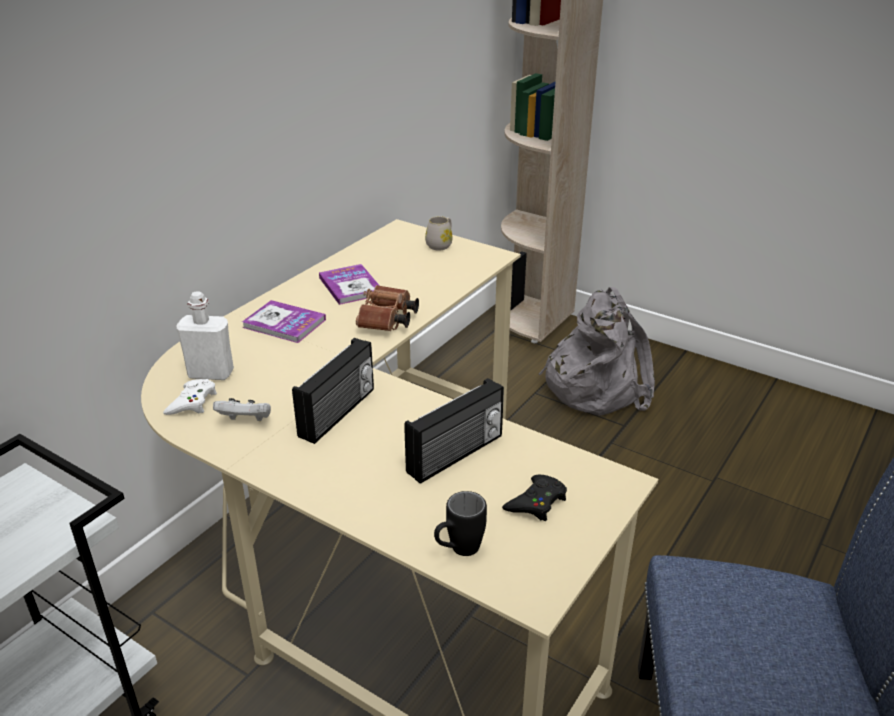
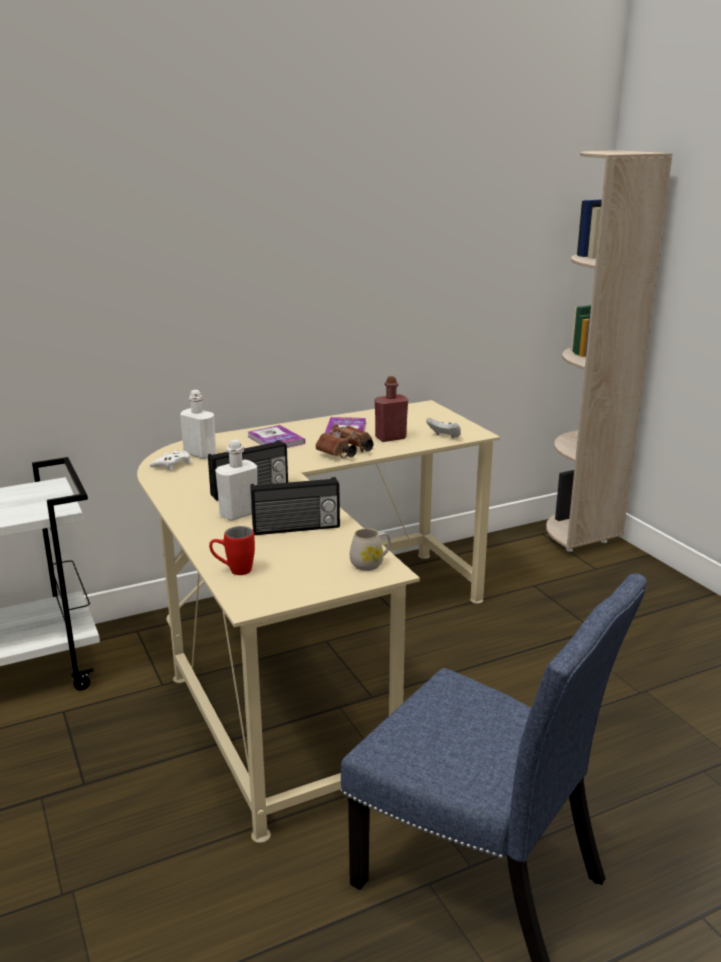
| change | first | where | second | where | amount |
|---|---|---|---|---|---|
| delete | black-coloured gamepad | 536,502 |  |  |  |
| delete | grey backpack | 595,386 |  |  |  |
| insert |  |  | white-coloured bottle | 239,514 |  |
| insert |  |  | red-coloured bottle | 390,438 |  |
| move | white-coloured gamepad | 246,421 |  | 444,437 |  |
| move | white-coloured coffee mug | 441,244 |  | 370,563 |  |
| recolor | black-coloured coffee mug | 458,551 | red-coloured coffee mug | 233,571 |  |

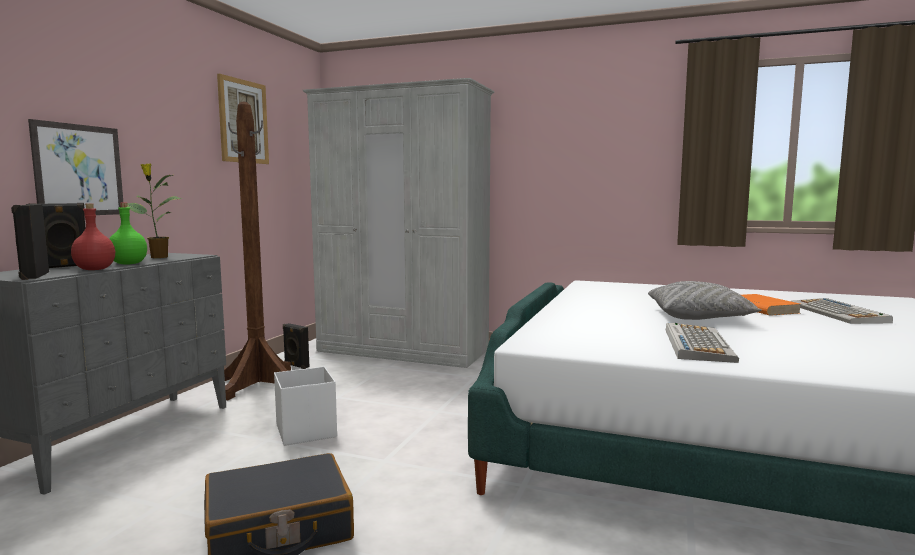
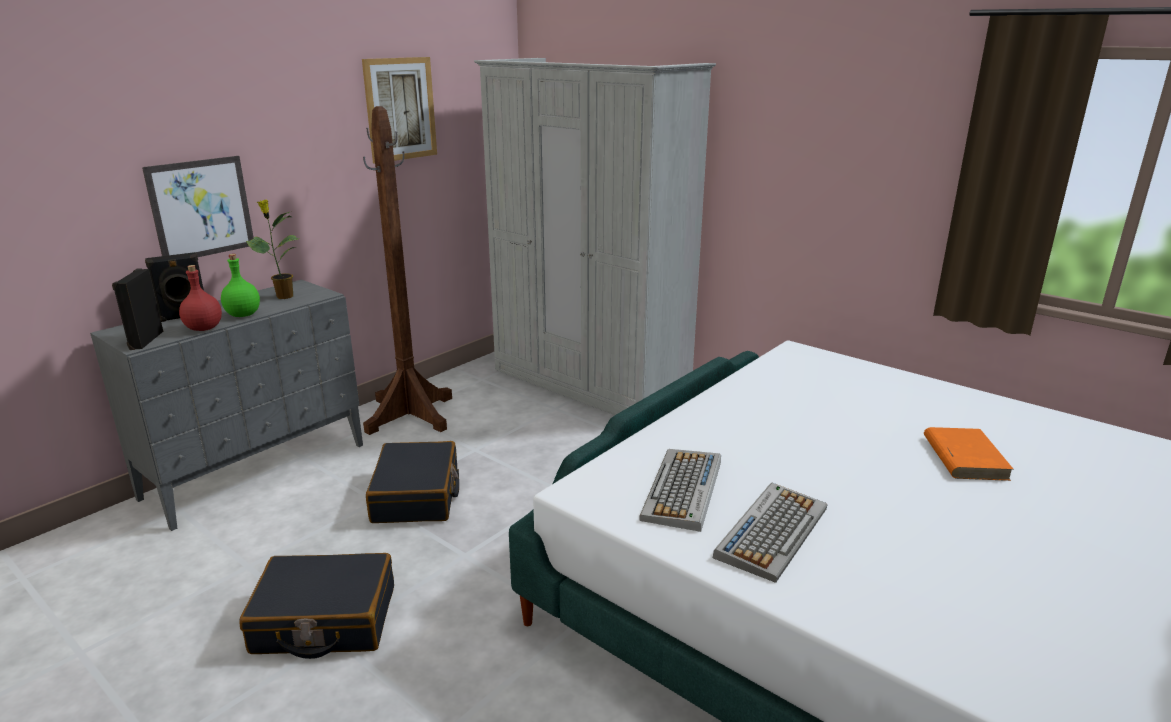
| change | first | where | second | where | amount |
|---|---|---|---|---|---|
| delete | black-coloured speaker | 296,366 |  |  |  |
| delete | grey throw pillow | 699,317 |  |  |  |
| move | PC keyboard | 838,313 |  | 683,490 |  |
| replace | white-coloured storage container | 306,431 | black-coloured piece of luggage | 417,495 |  |

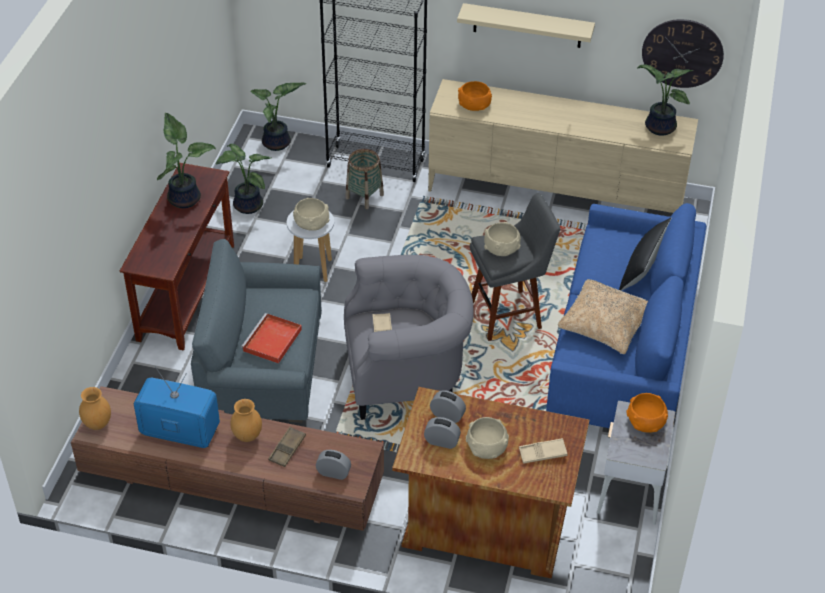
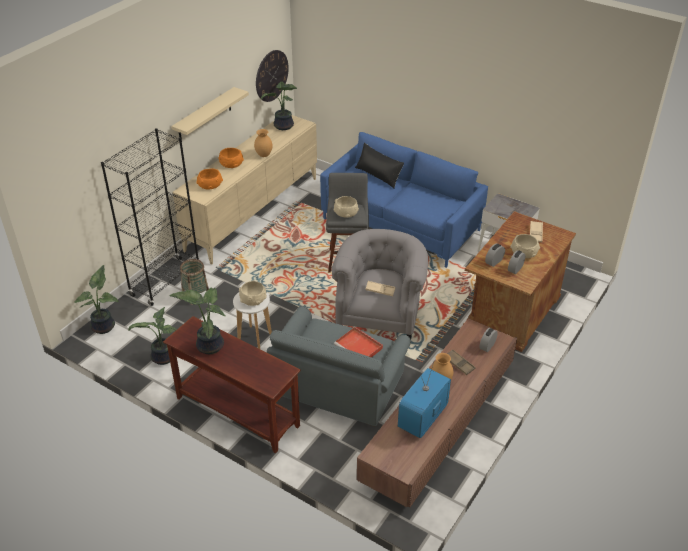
| change | first | where | second | where | amount |
|---|---|---|---|---|---|
| delete | beige-coloured throw pillow | 604,324 |  |  |  |
| move | brownish flower vase | 97,424 |  | 263,155 |  |
| move | orange-coloured serving bowl | 646,420 |  | 231,163 |  |

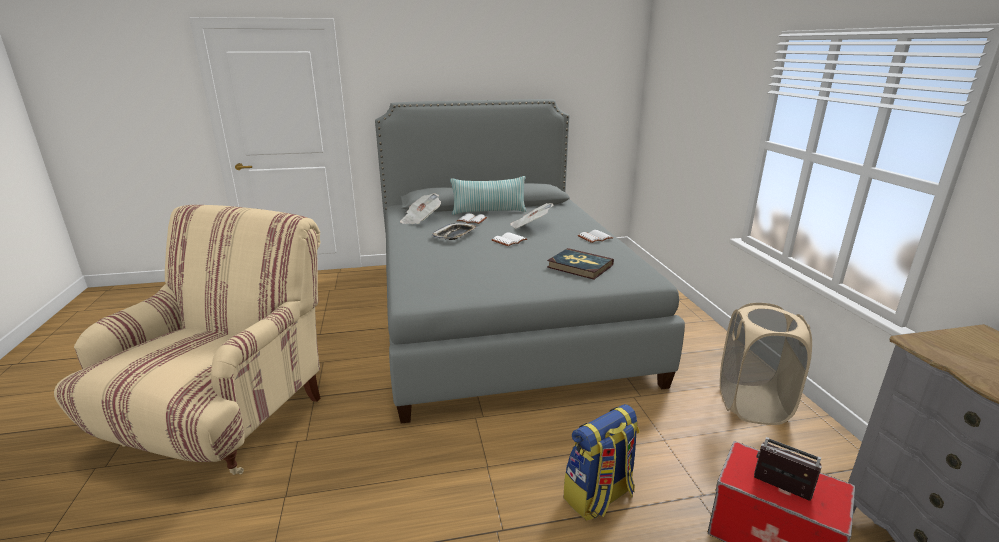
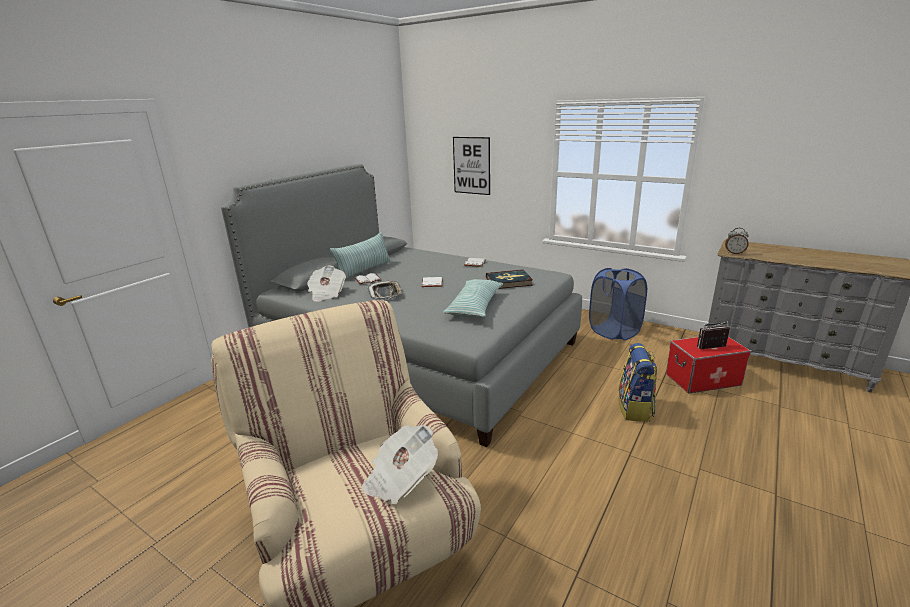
| change | first | where | second | where | amount |
|---|---|---|---|---|---|
| insert |  |  | throw pillow | 475,306 |  |
| insert |  |  | picture | 471,165 |  |
| insert |  |  | bedside clock | 734,253 |  |
| move | printed paper | 530,226 |  | 400,479 |  |
| recolor | beige-coloured laundry basket | 752,404 | blue laundry basket | 614,331 |  |

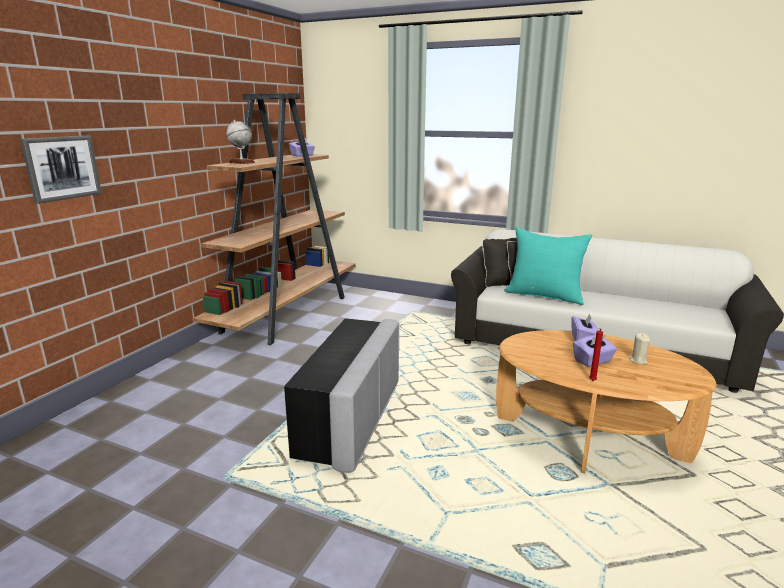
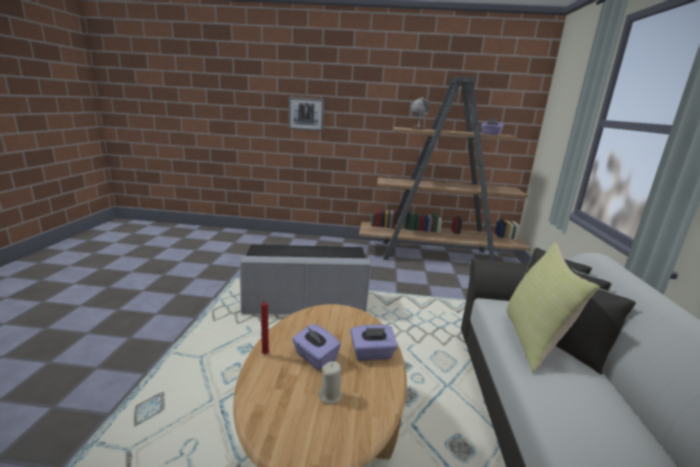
| change | first | where | second | where | amount |
|---|---|---|---|---|---|
| recolor | turquoise-coloured throw pillow | 544,295 | yellowish throw pillow | 534,340 |  |

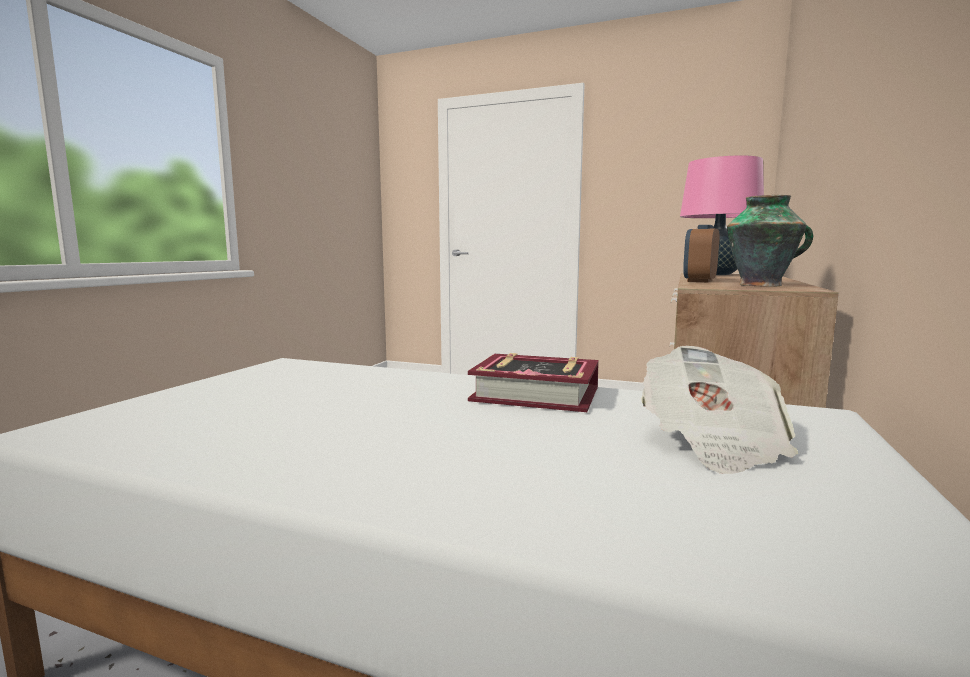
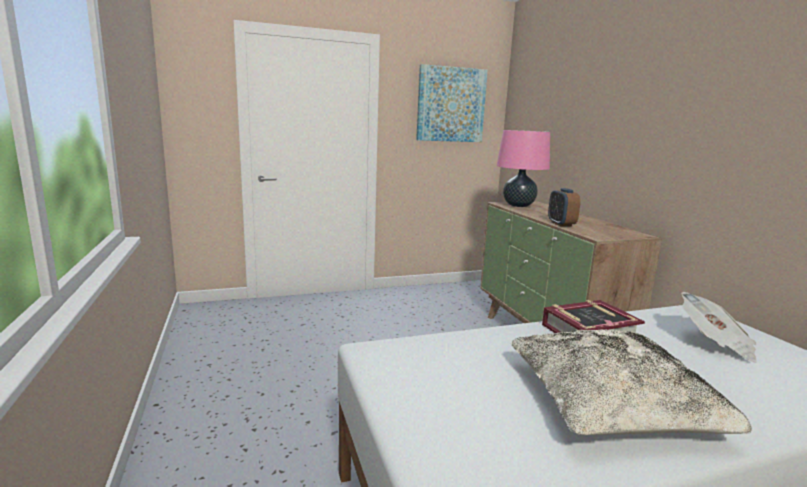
| change | first | where | second | where | amount |
|---|---|---|---|---|---|
| delete | flower vase | 762,285 |  |  |  |
| insert |  |  | picture | 451,104 |  |
| insert |  |  | beige-coloured throw pillow | 610,402 |  |

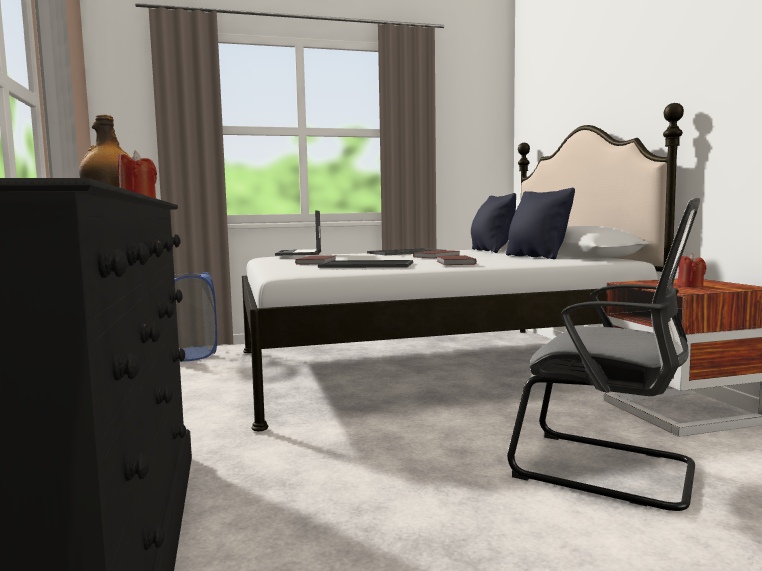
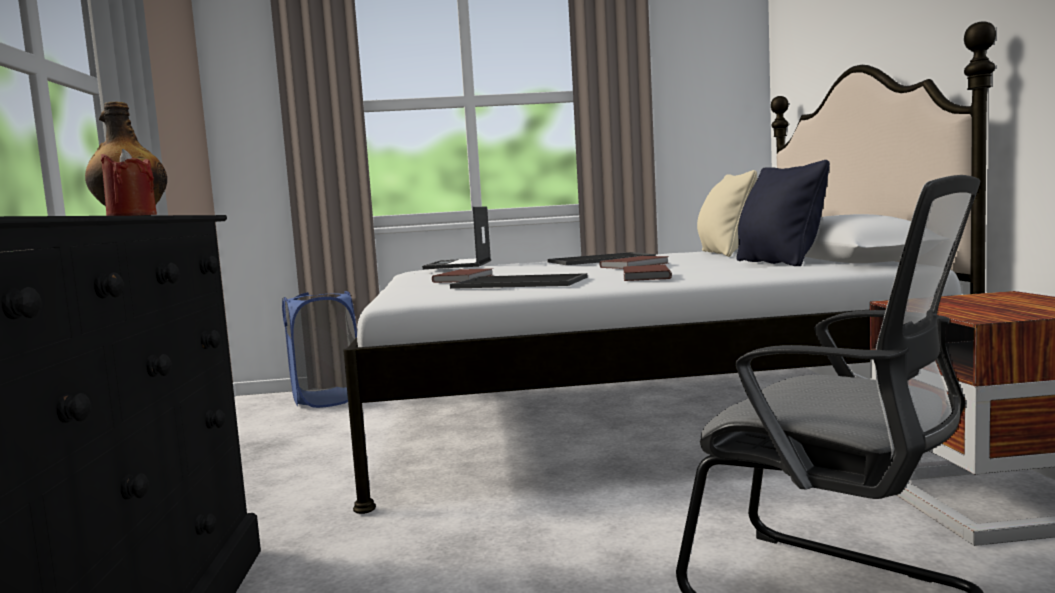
| change | first | where | second | where | amount |
|---|---|---|---|---|---|
| delete | red-coloured candle | 690,286 |  |  |  |
| recolor | black-coloured throw pillow | 491,251 | beige-coloured throw pillow | 727,253 |  |

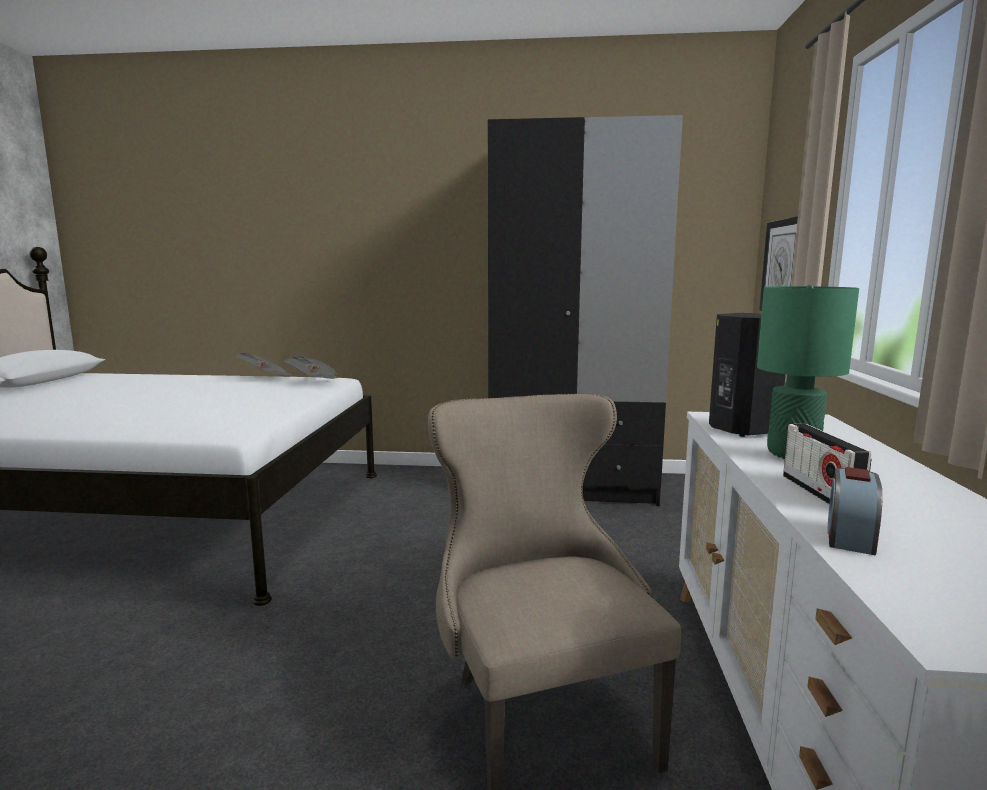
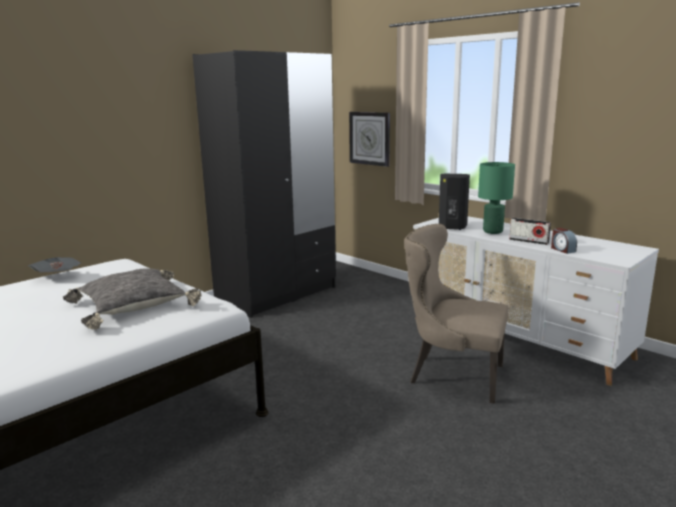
| change | first | where | second | where | amount |
|---|---|---|---|---|---|
| delete | printed paper | 314,382 |  |  |  |
| insert |  |  | throw pillow | 133,304 |  |

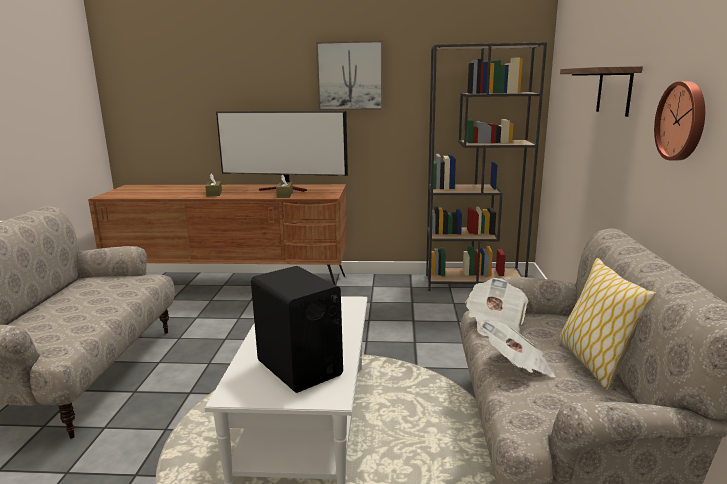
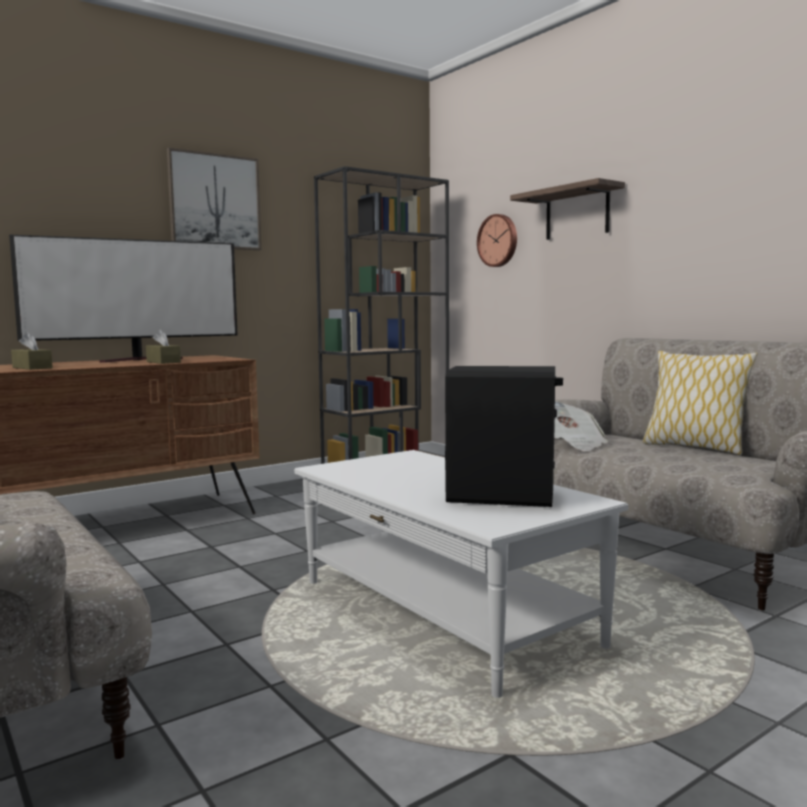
| change | first | where | second | where | amount |
|---|---|---|---|---|---|
| delete | printed paper | 516,365 |  |  |  |
| move | hanging clock | 682,121 |  | 498,240 |  |

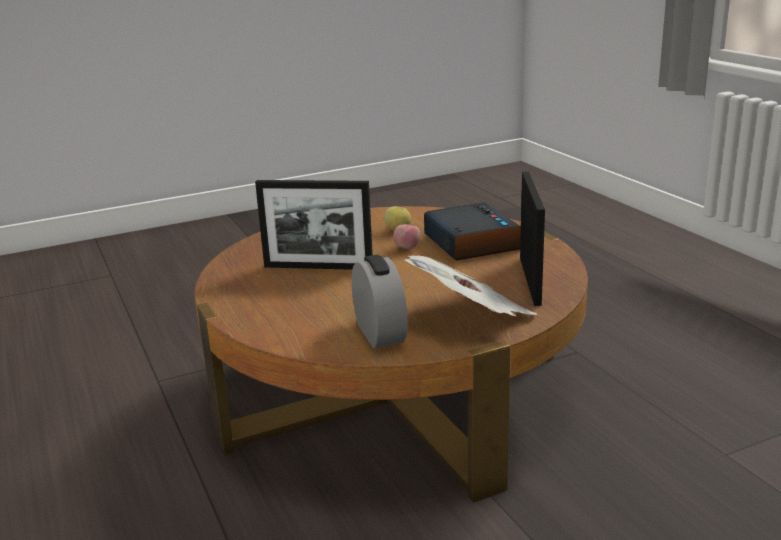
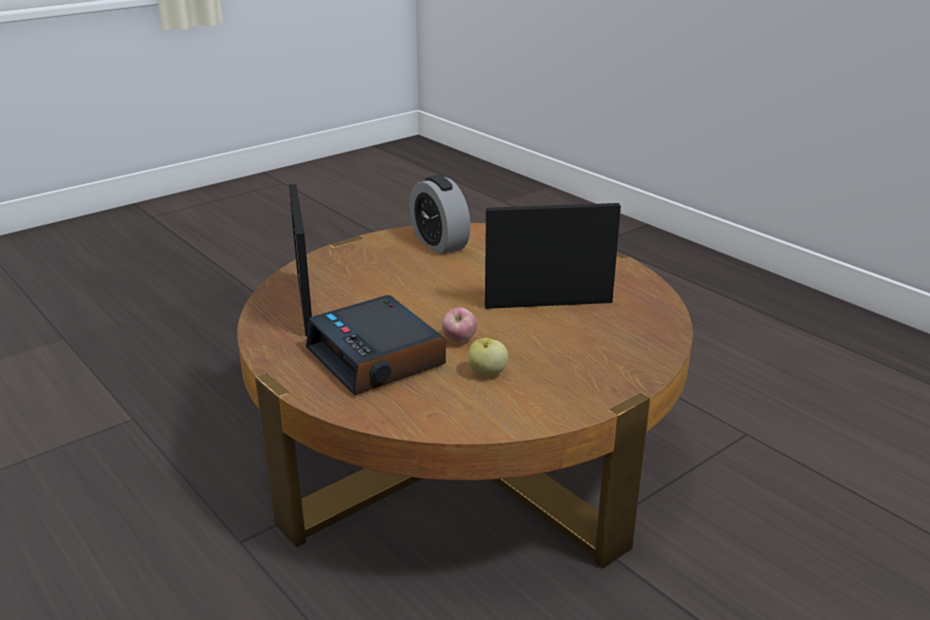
| change | first | where | second | where | amount |
|---|---|---|---|---|---|
| delete | printed paper | 471,318 |  |  |  |

